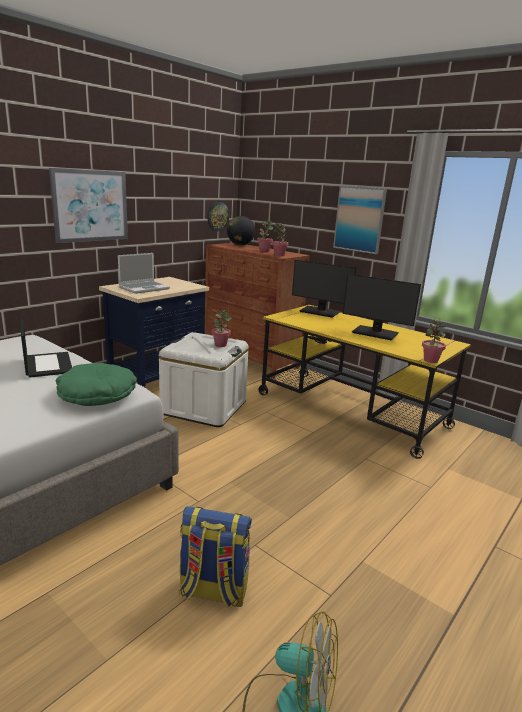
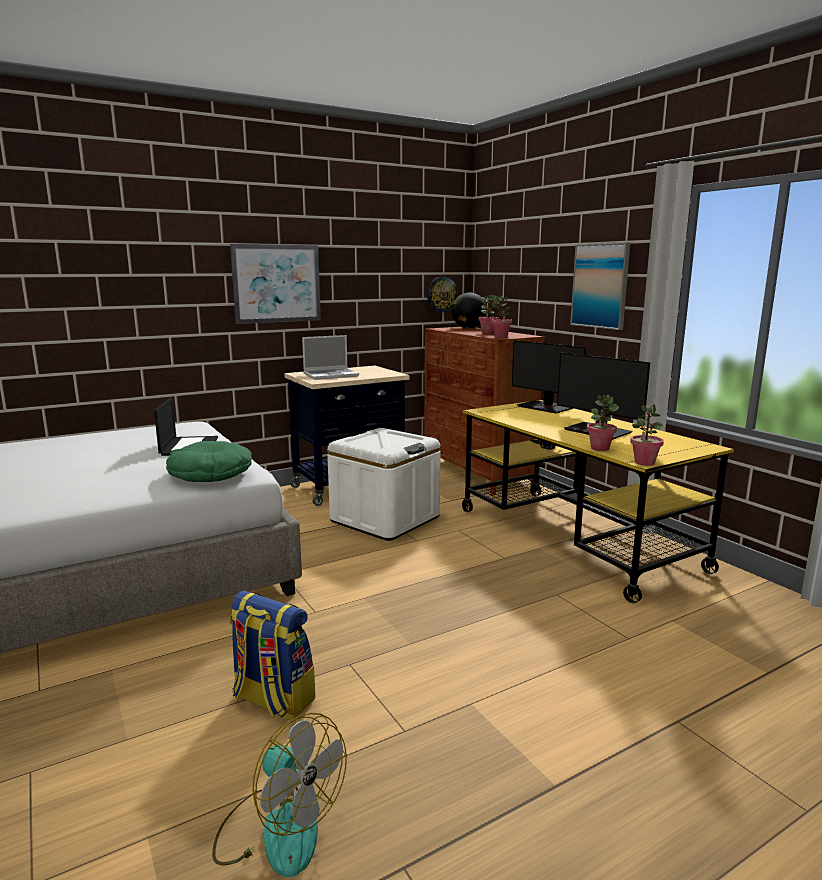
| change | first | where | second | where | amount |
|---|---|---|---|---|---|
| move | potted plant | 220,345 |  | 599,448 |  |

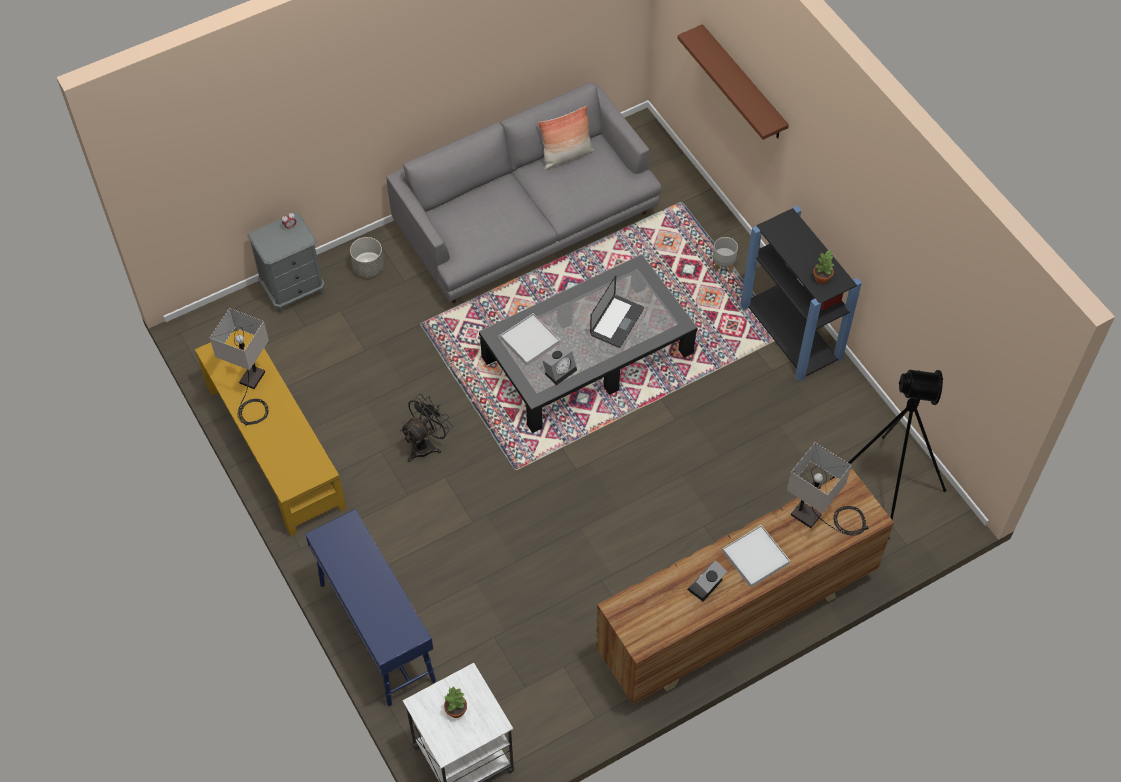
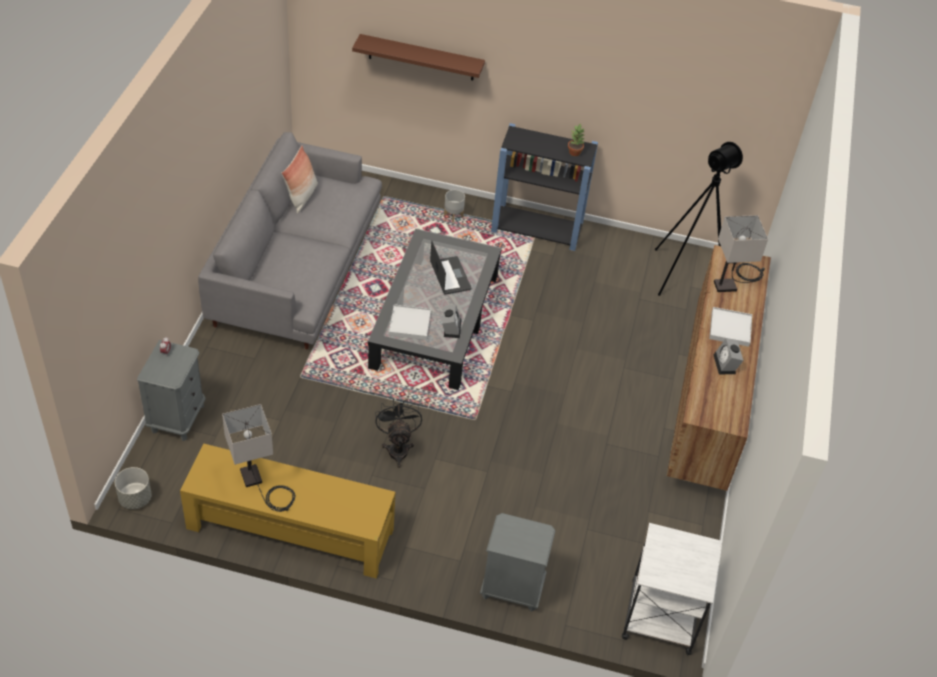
| change | first | where | second | where | amount |
|---|---|---|---|---|---|
| delete | potted plant | 456,711 |  |  |  |
| move | grey plant pot | 368,267 |  | 135,498 |  |
| replace | blue hall table | 378,631 | grey night table | 512,588 |  |

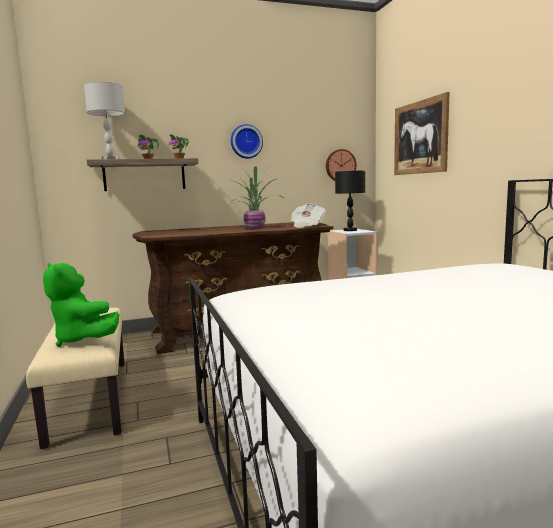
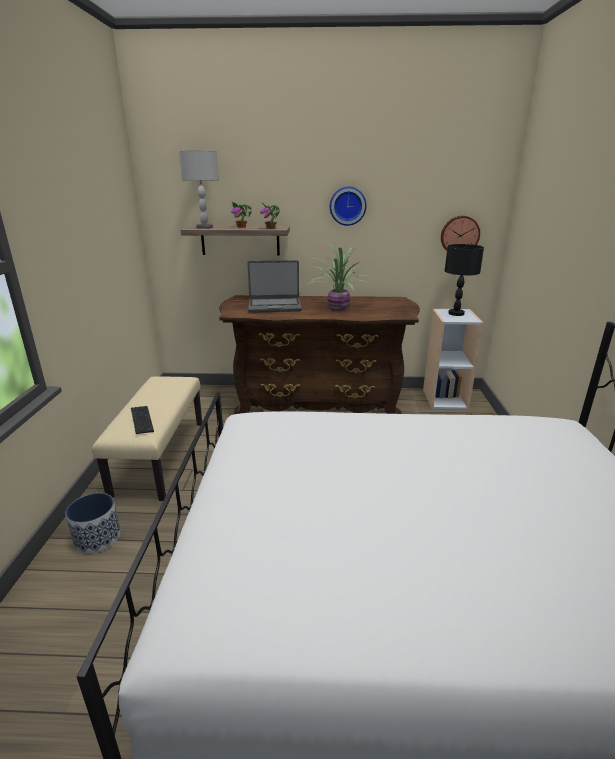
| change | first | where | second | where | amount |
|---|---|---|---|---|---|
| delete | printed paper | 306,226 |  |  |  |
| delete | picture | 420,137 |  |  |  |
| insert |  |  | plant pot | 97,537 |  |
| insert |  |  | notebook computer | 274,306 |  |
| replace | green soft toy | 82,339 | PC keyboard | 142,420 |  |

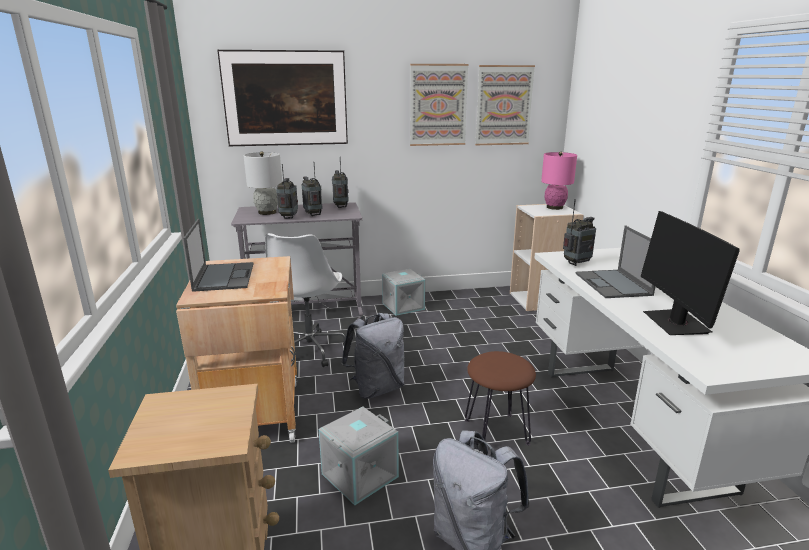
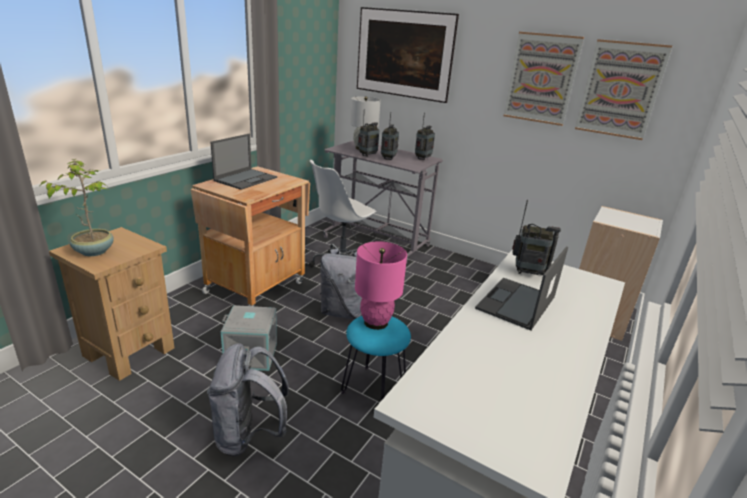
| change | first | where | second | where | amount |
|---|---|---|---|---|---|
| delete | grey storage container | 403,306 |  |  |  |
| delete | computer screen | 675,323 |  |  |  |
| insert |  |  | potted plant | 94,251 |  |
| move | pink table lamp | 554,207 |  | 376,322 |  |
| recolor | brownish stool seat | 496,431 | turquoise-coloured stool seat | 373,388 |  |

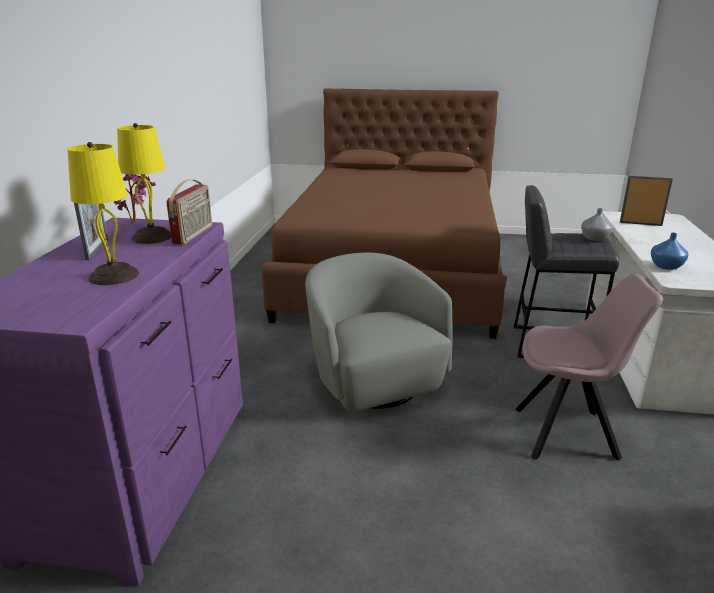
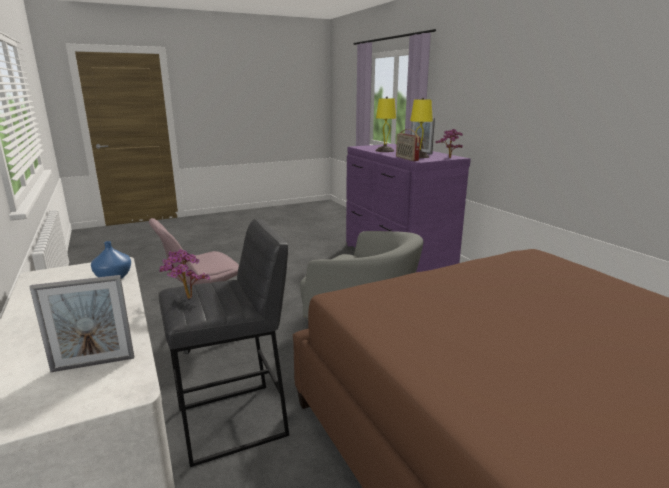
| change | first | where | second | where | amount |
|---|---|---|---|---|---|
| replace | grey flower vase | 594,238 | potted plant | 186,299 |  |

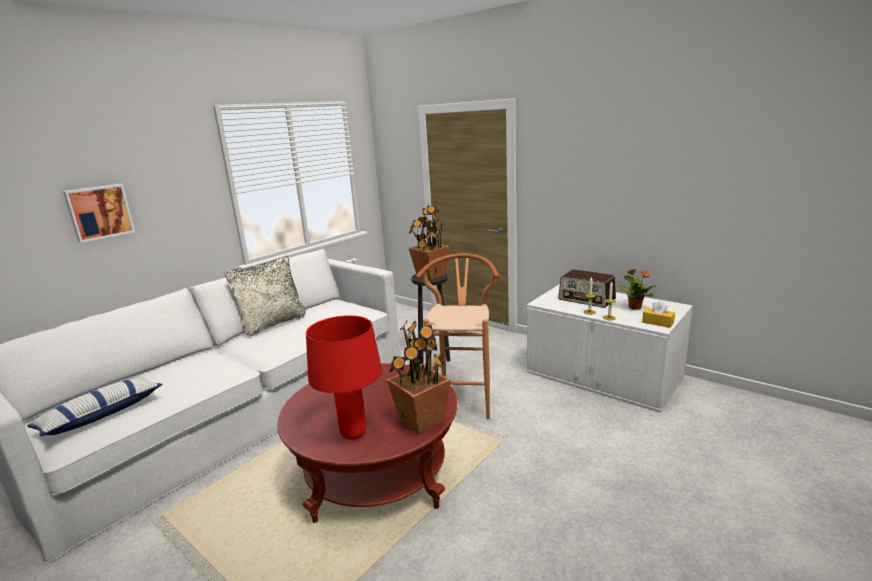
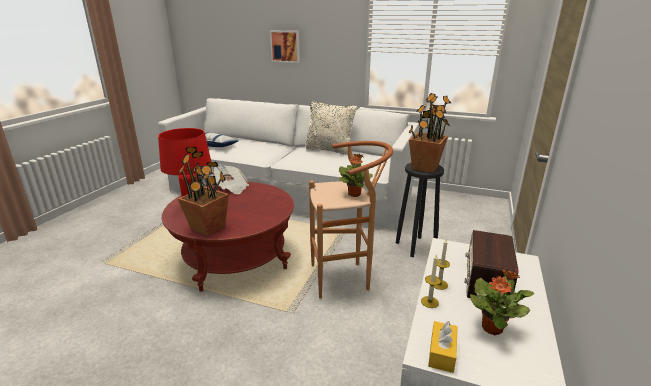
| change | first | where | second | where | amount |
|---|---|---|---|---|---|
| insert |  |  | printed paper | 231,188 |  |
| insert |  |  | potted plant | 354,194 |  |

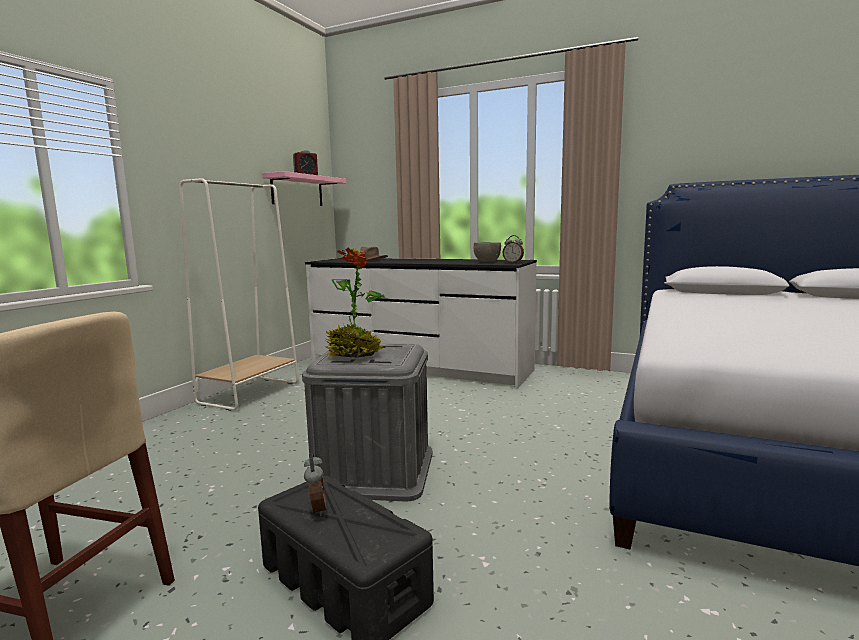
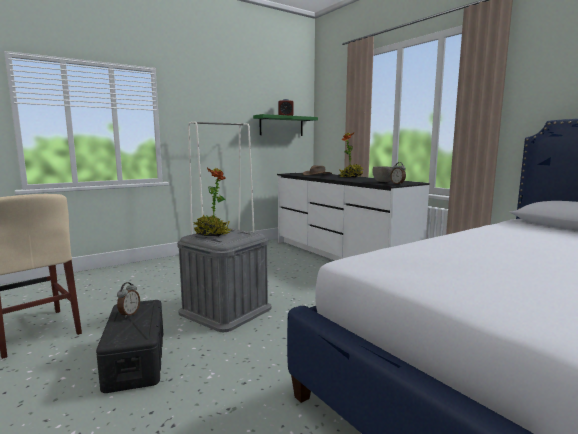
| change | first | where | second | where | amount |
|---|---|---|---|---|---|
| insert |  |  | potted plant | 351,177 |  |
| recolor | pink wall shelf | 297,191 | green wall shelf | 281,126 |  |

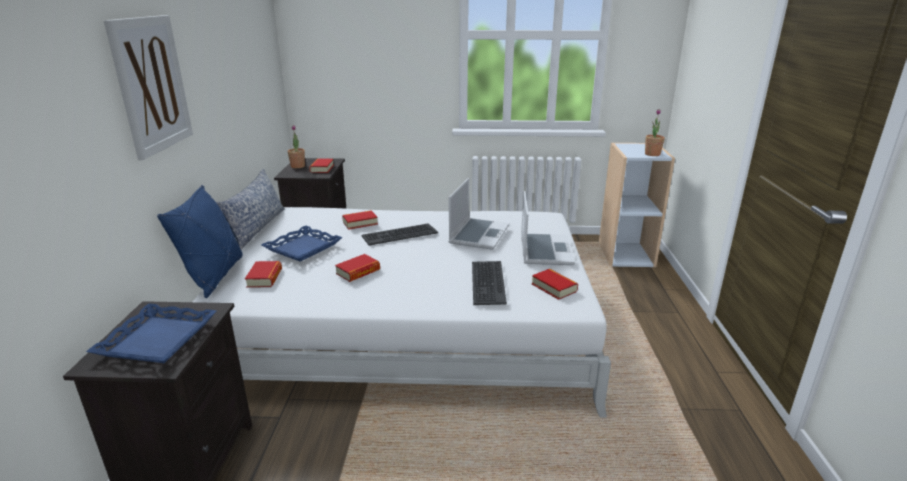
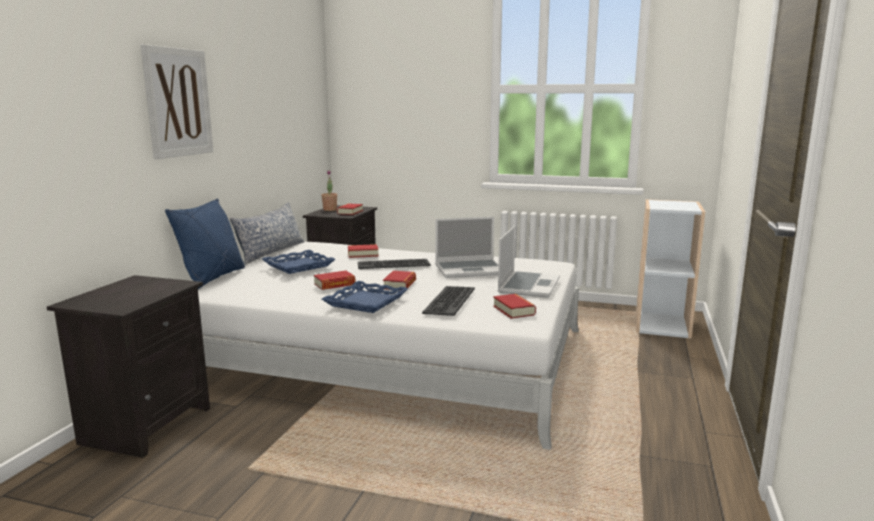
| change | first | where | second | where | amount |
|---|---|---|---|---|---|
| delete | potted plant | 652,154 |  |  |  |
| move | blue carrying tray | 157,339 |  | 365,302 |  |
| move | volume | 264,278 |  | 399,285 |  |
| rotate | notebook computer | 478,234 |  | 470,270 | 45 degrees clockwise |

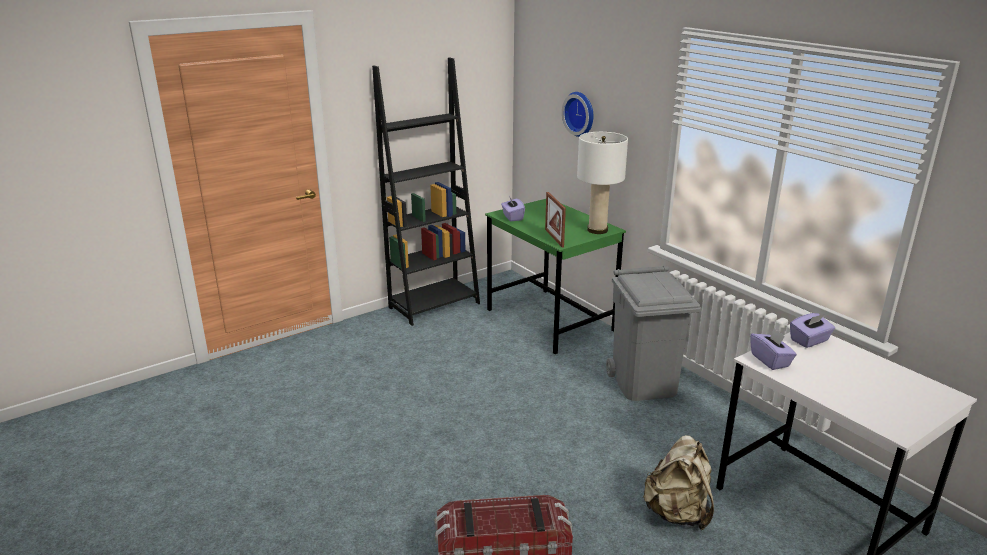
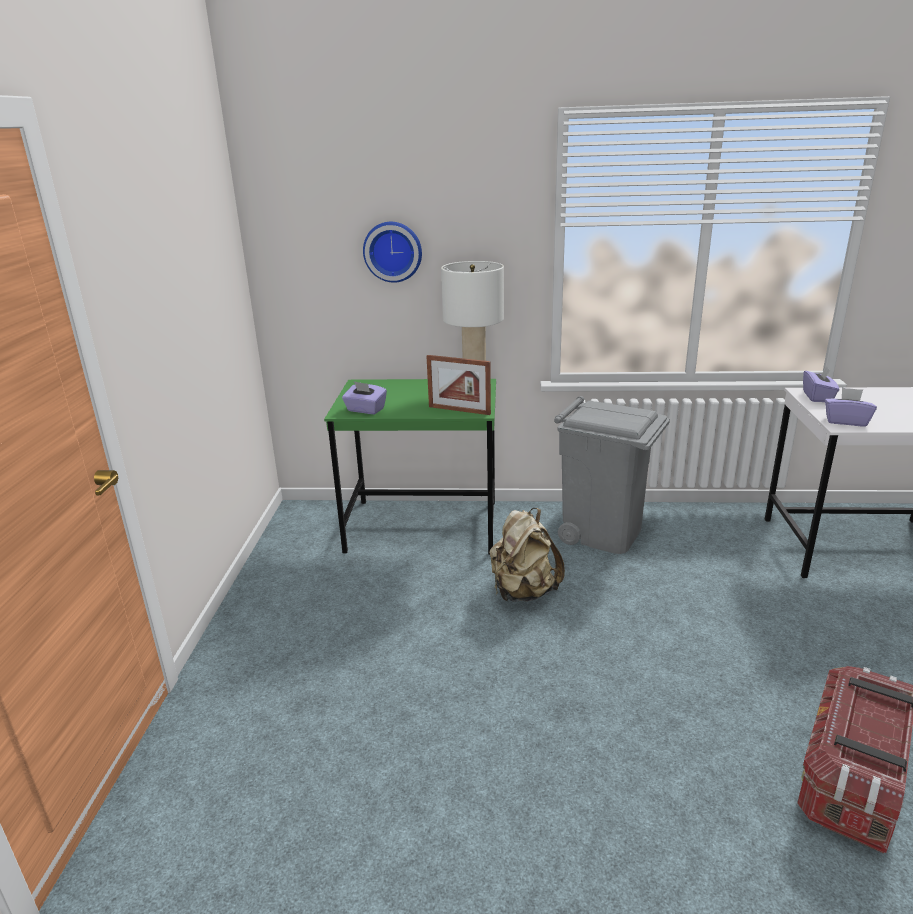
| change | first | where | second | where | amount |
|---|---|---|---|---|---|
| delete | black-coloured shelving unit | 434,305 |  |  |  |
| move | beige-coloured backpack | 677,513 |  | 523,592 |  |

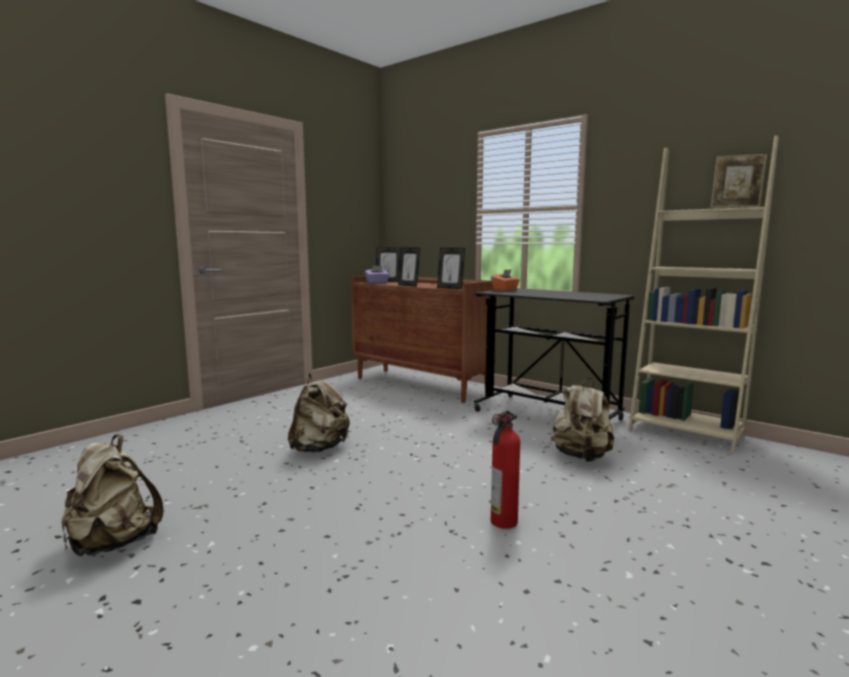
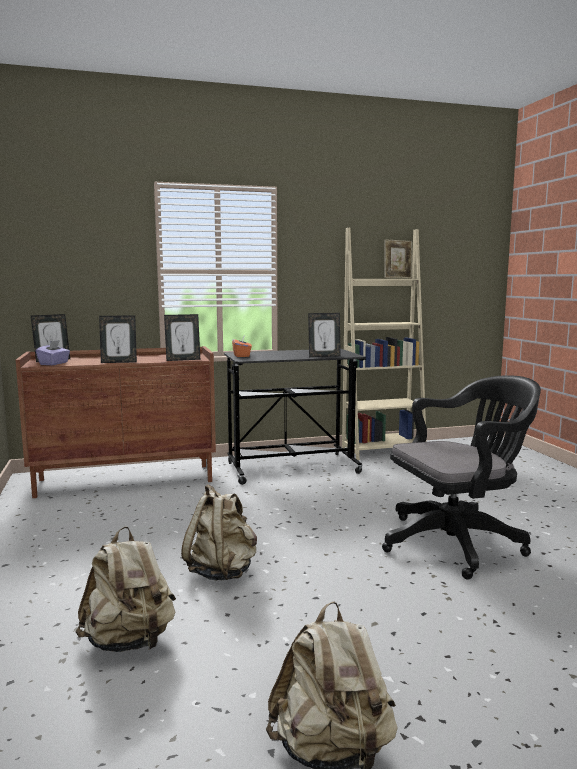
| change | first | where | second | where | amount |
|---|---|---|---|---|---|
| insert |  |  | picture frame | 324,356 |  |
| move | beige-coloured backpack | 581,457 |  | 129,641 |  |
| replace | fire-fighting cylinder | 503,522 | black-coloured computer chair | 458,543 |  |

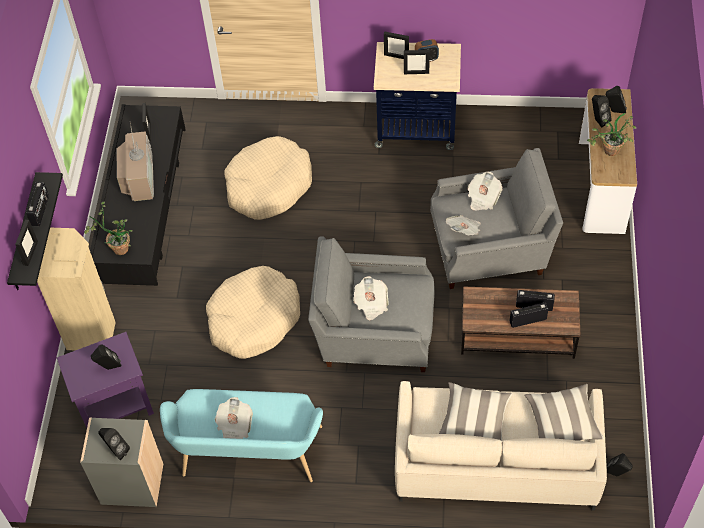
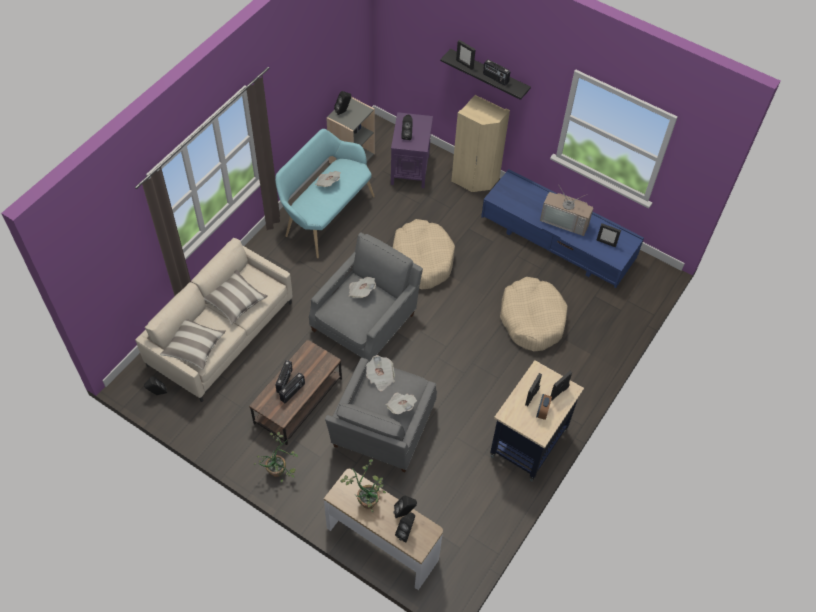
| change | first | where | second | where | amount |
|---|---|---|---|---|---|
| move | potted plant | 118,246 |  | 280,470 |  |
| recolor | black-coloured tv unit | 143,209 | blue tv unit | 557,241 |  |

